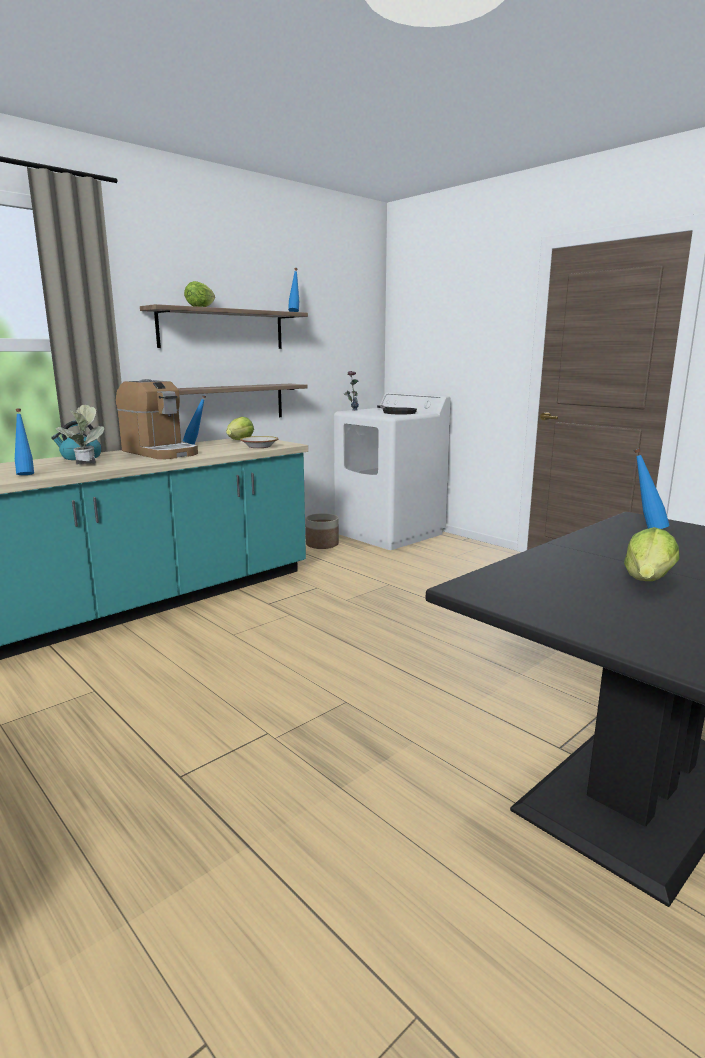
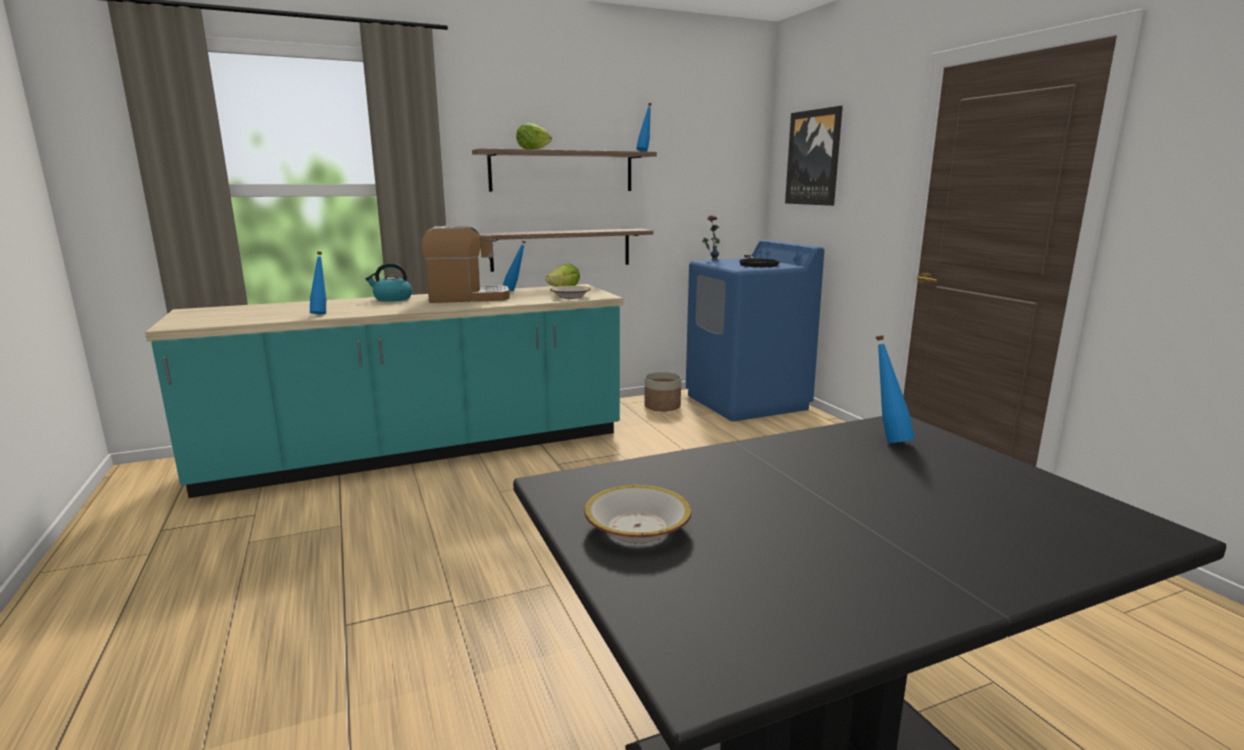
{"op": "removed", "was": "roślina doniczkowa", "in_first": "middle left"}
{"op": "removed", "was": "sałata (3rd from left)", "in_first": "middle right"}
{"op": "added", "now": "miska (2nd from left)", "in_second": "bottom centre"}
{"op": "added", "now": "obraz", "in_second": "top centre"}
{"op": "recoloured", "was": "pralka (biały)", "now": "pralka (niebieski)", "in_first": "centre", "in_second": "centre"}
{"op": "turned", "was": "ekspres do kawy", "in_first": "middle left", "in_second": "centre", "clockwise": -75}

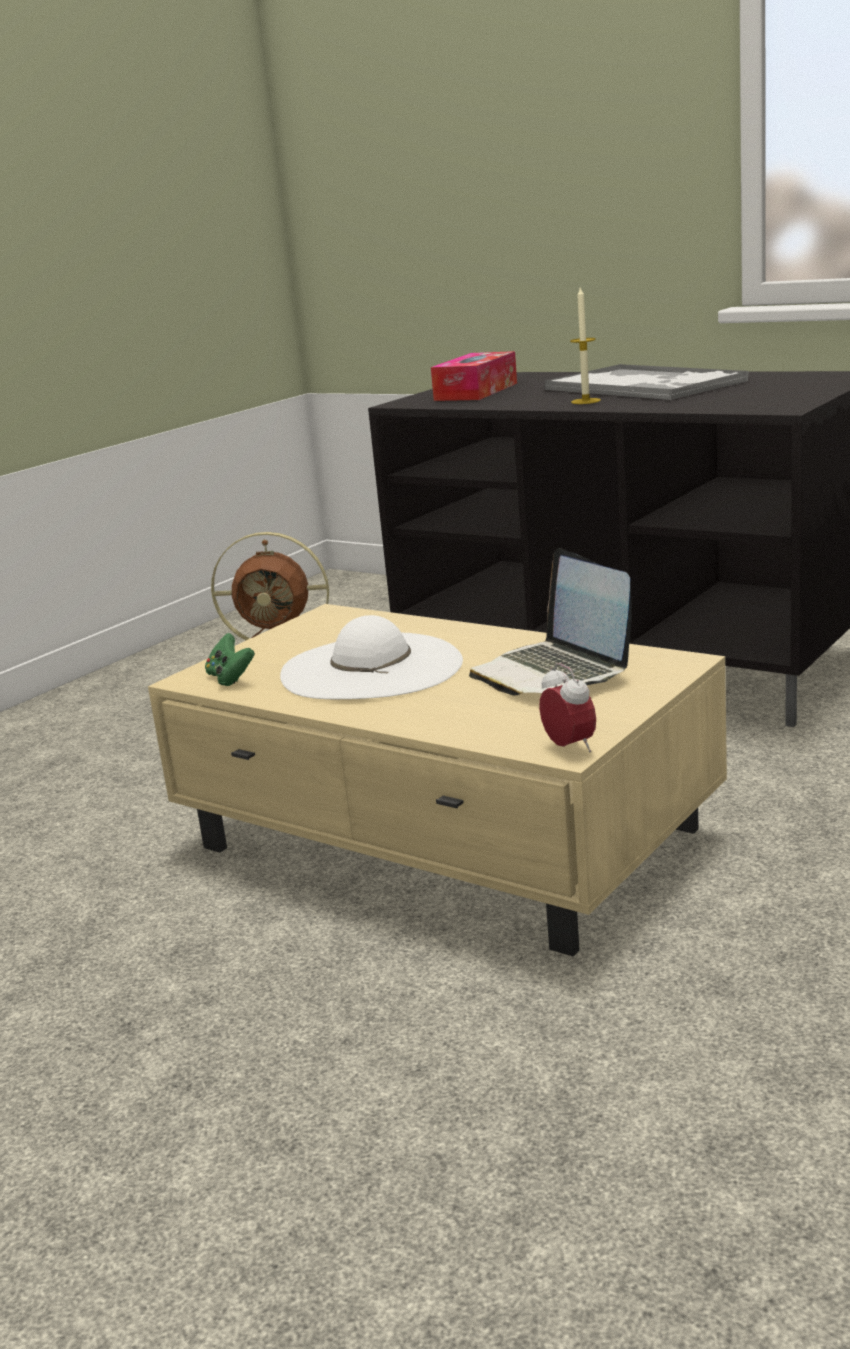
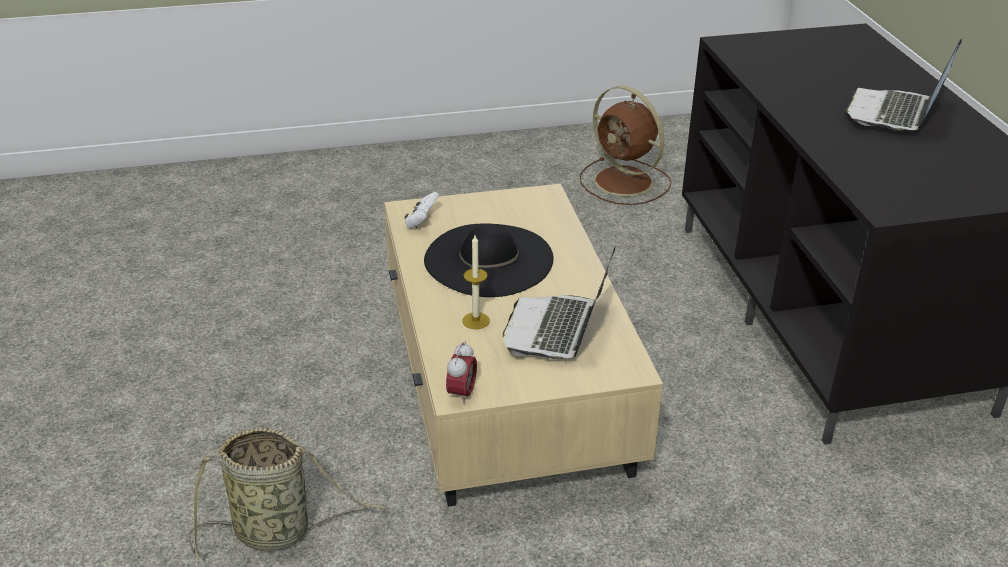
{"op": "removed", "was": "pudełko chusteczek", "in_first": "top centre"}
{"op": "added", "now": "koszyk", "in_second": "bottom left"}
{"op": "moved", "was": "świeca", "in_first": "top right", "in_second": "centre"}
{"op": "replaced", "was": "taca", "now": "laptop (2nd from left)", "in_first": "top right", "in_second": "top right"}
{"op": "recoloured", "was": "pad do gier (zielony)", "now": "pad do gier (biały)", "in_first": "middle left", "in_second": "centre"}
{"op": "recoloured", "was": "kapelusz (biały)", "now": "kapelusz (czarny)", "in_first": "centre", "in_second": "centre"}

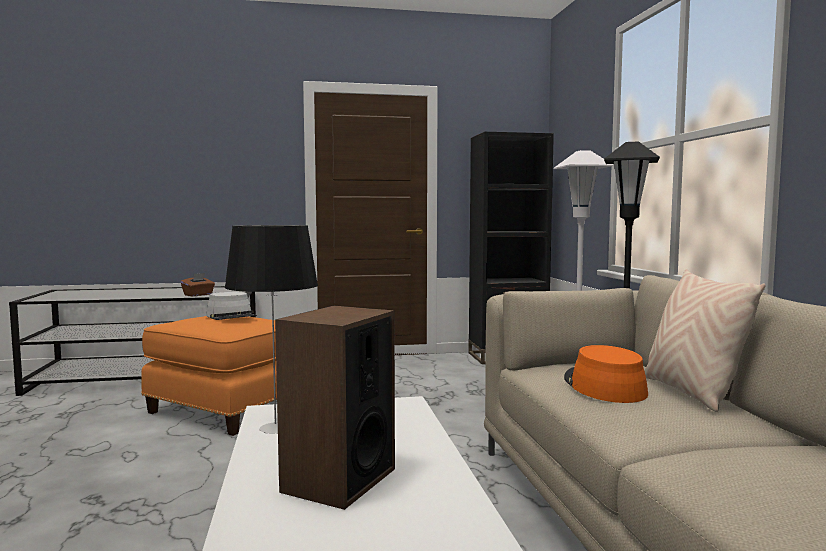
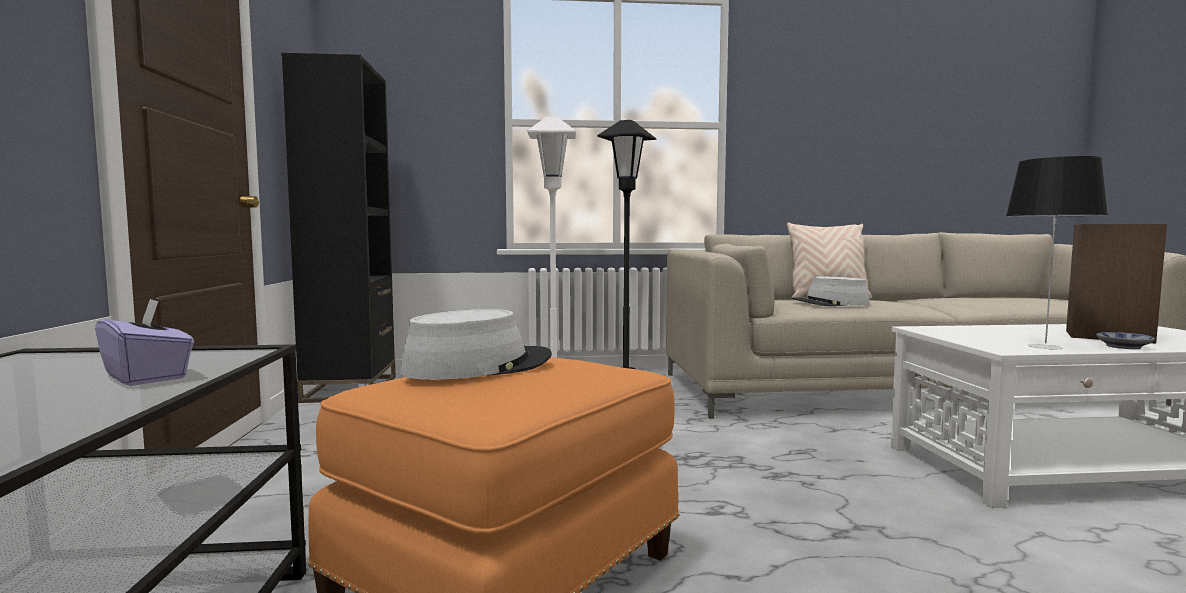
{"op": "added", "now": "miska", "in_second": "middle right"}
{"op": "recoloured", "was": "pudełko chusteczek (brązowy)", "now": "pudełko chusteczek (fioletowy)", "in_first": "middle left", "in_second": "middle left"}
{"op": "recoloured", "was": "kapelusz (pomarańczowy)", "now": "kapelusz (szary) (2nd from left)", "in_first": "bottom right", "in_second": "middle right"}

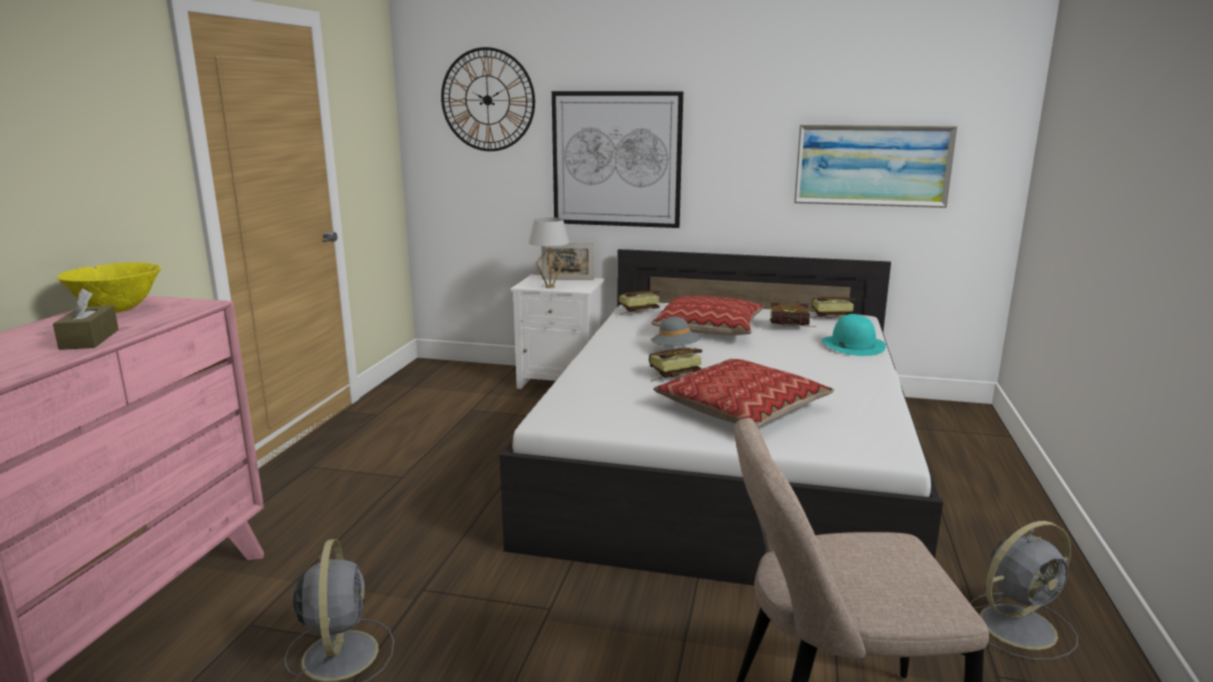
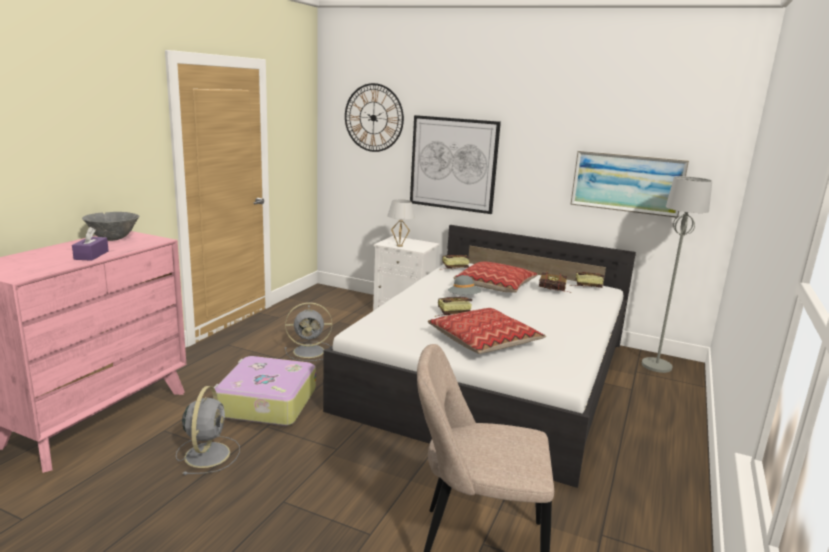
{"op": "removed", "was": "ramka na zdjęcie", "in_first": "centre"}
{"op": "removed", "was": "kapelusz (turkusowy)", "in_first": "middle right"}
{"op": "added", "now": "walizka", "in_second": "bottom left"}
{"op": "added", "now": "lampa stojąca (szary)", "in_second": "middle right"}
{"op": "moved", "was": "wentylator (szary) (2nd from left)", "in_first": "bottom right", "in_second": "centre"}
{"op": "recoloured", "was": "pudełko chusteczek (brązowy)", "now": "pudełko chusteczek (fioletowy)", "in_first": "middle left", "in_second": "middle left"}
{"op": "recoloured", "was": "miska (żółty)", "now": "miska (szary)", "in_first": "middle left", "in_second": "middle left"}

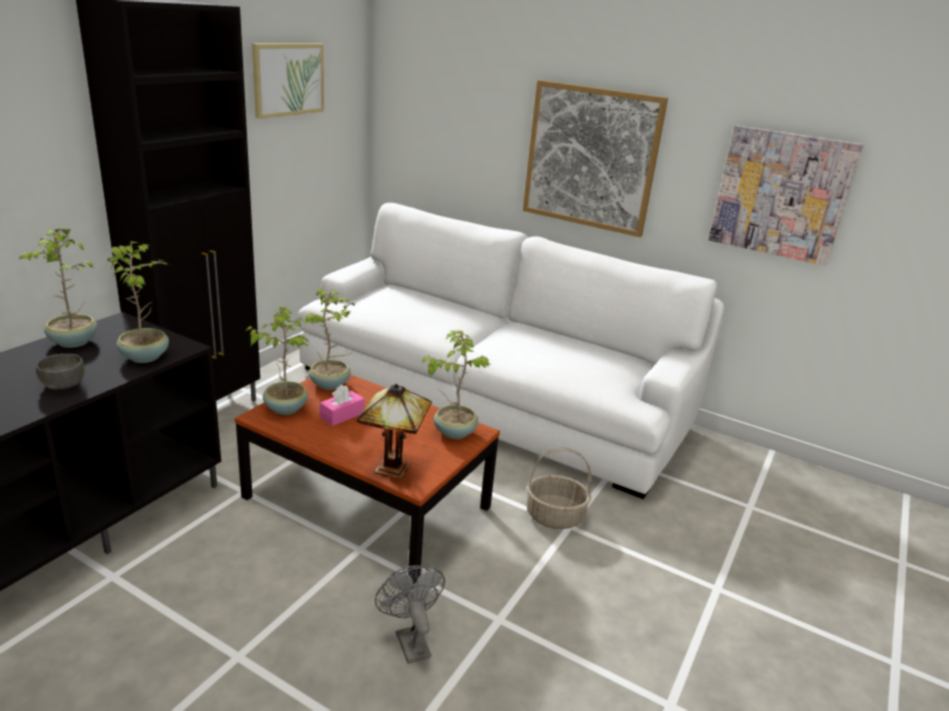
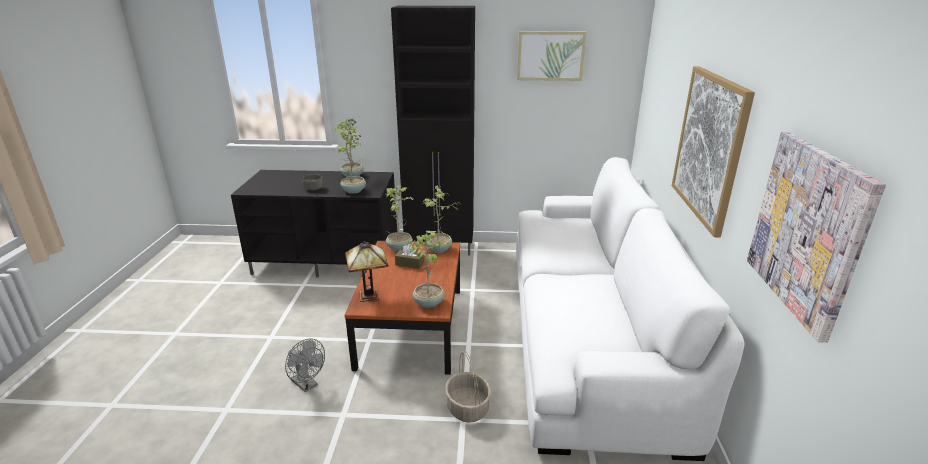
{"op": "recoloured", "was": "pudełko chusteczek (różowy)", "now": "pudełko chusteczek (brązowy)", "in_first": "centre", "in_second": "centre"}
{"op": "turned", "was": "wentylator (szary)", "in_first": "bottom centre", "in_second": "bottom left", "clockwise": 90}

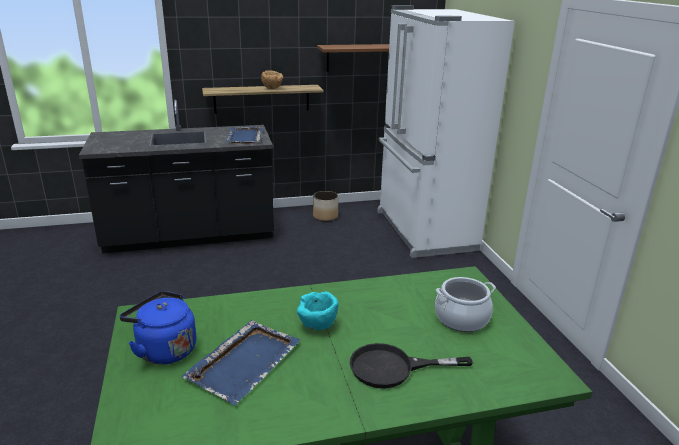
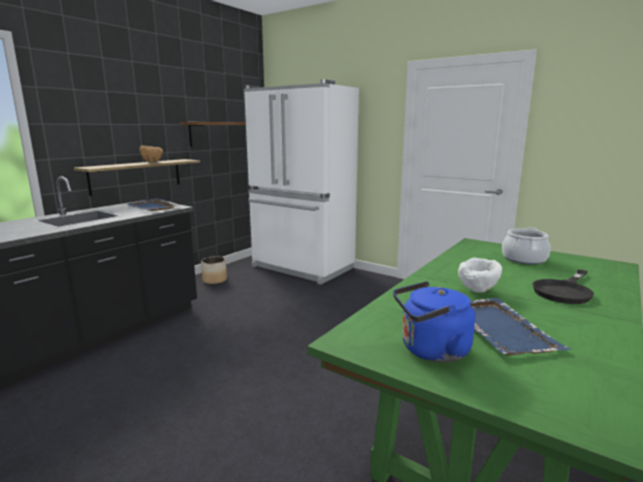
{"op": "recoloured", "was": "miska (turkusowy)", "now": "miska (biały)", "in_first": "bottom centre", "in_second": "middle right"}

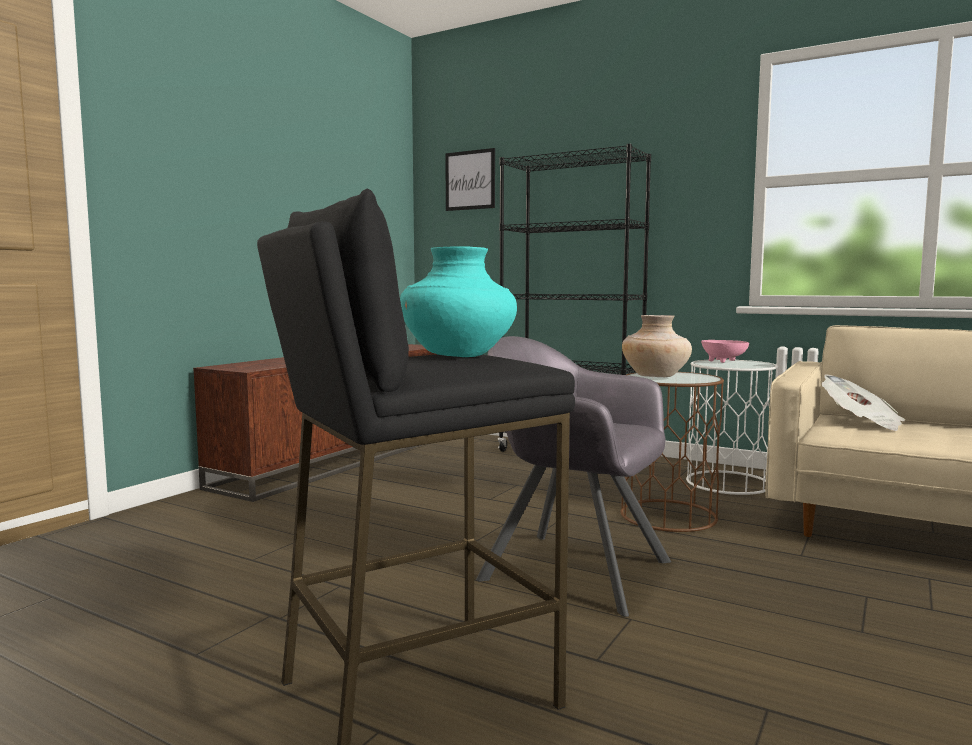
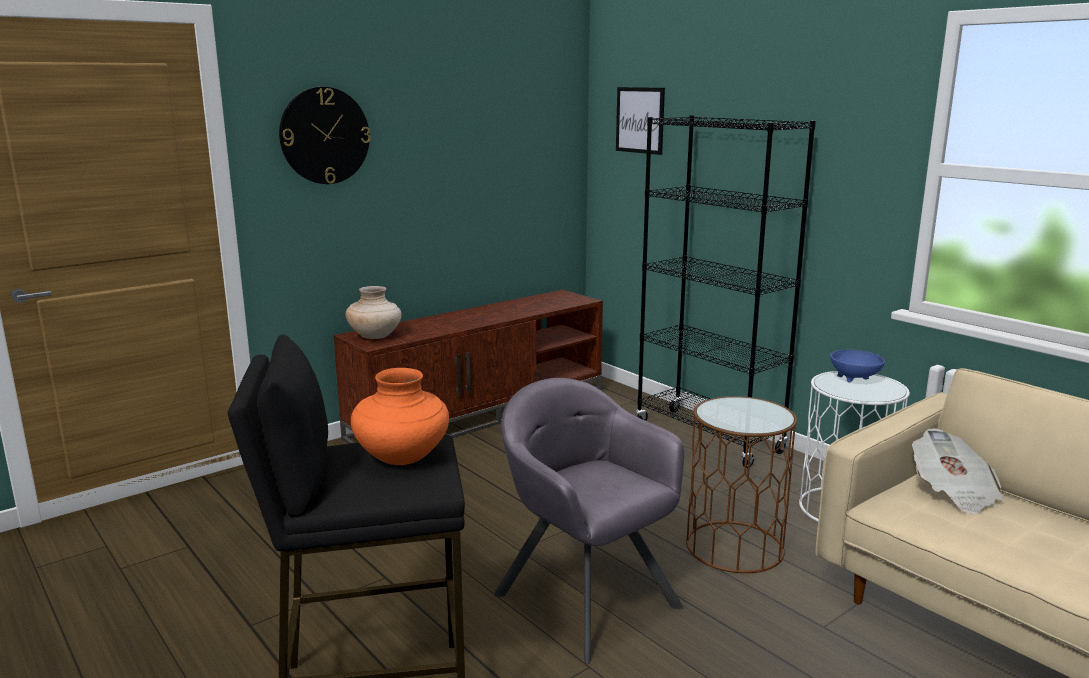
{"op": "added", "now": "zegar ścienny", "in_second": "top left"}
{"op": "moved", "was": "wazon (beżowy)", "in_first": "middle right", "in_second": "centre"}
{"op": "recoloured", "was": "wazon (turkusowy)", "now": "wazon (pomarańczowy)", "in_first": "centre", "in_second": "centre"}
{"op": "recoloured", "was": "miska (różowy)", "now": "miska (niebieski)", "in_first": "middle right", "in_second": "middle right"}

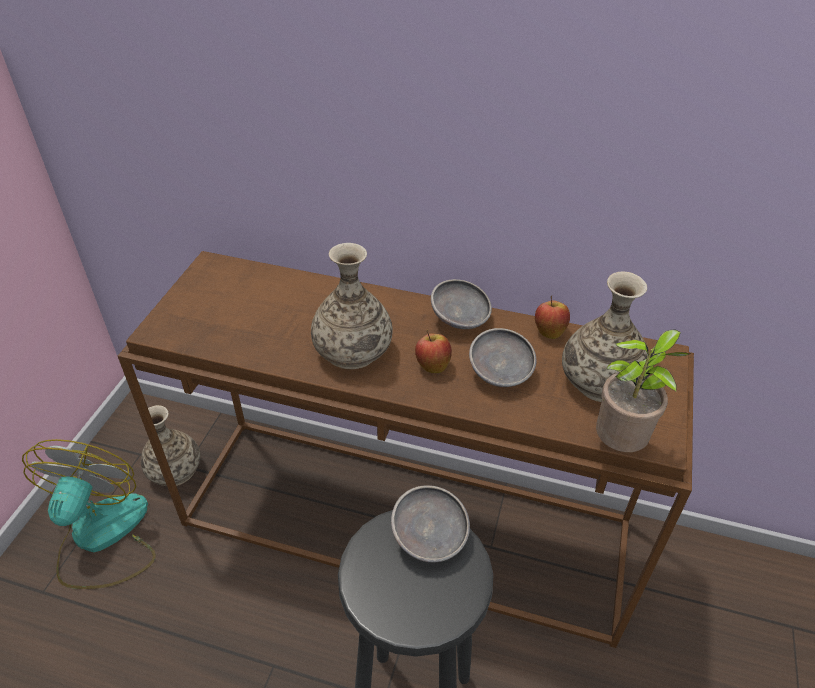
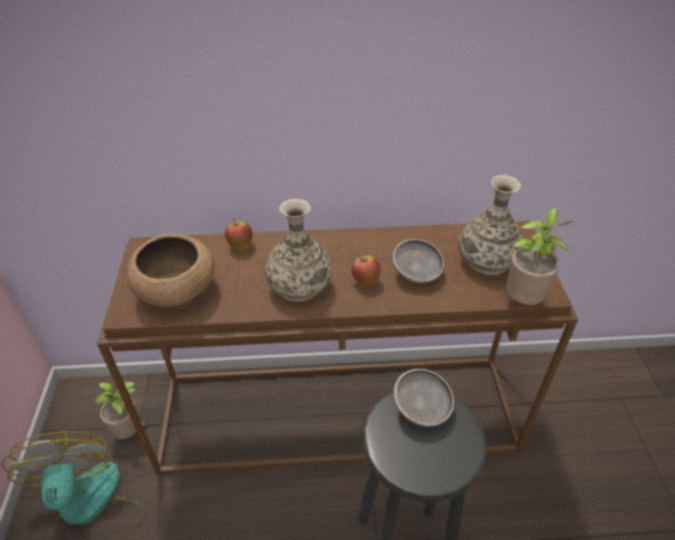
{"op": "removed", "was": "miska (szary) (2nd from left)", "in_first": "centre"}
{"op": "added", "now": "miska (brązowy)", "in_second": "middle left"}
{"op": "moved", "was": "jabłko (2nd from left in the first image)", "now": "jabłko (1st from left)", "in_first": "middle right", "in_second": "centre"}
{"op": "replaced", "was": "wazon (1st from left)", "now": "roślina doniczkowa (1st from left)", "in_first": "middle left", "in_second": "bottom left"}

